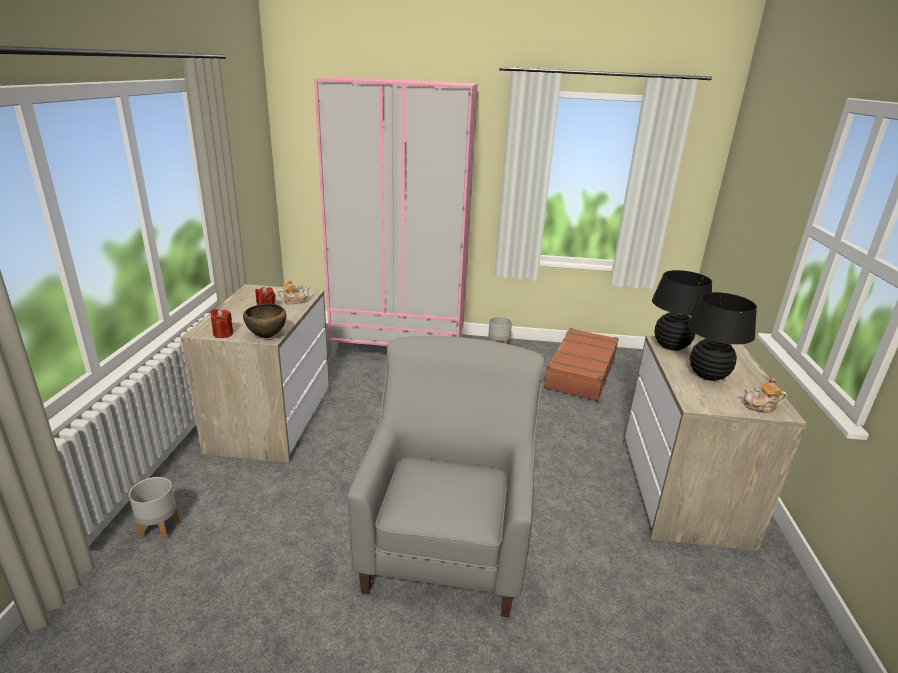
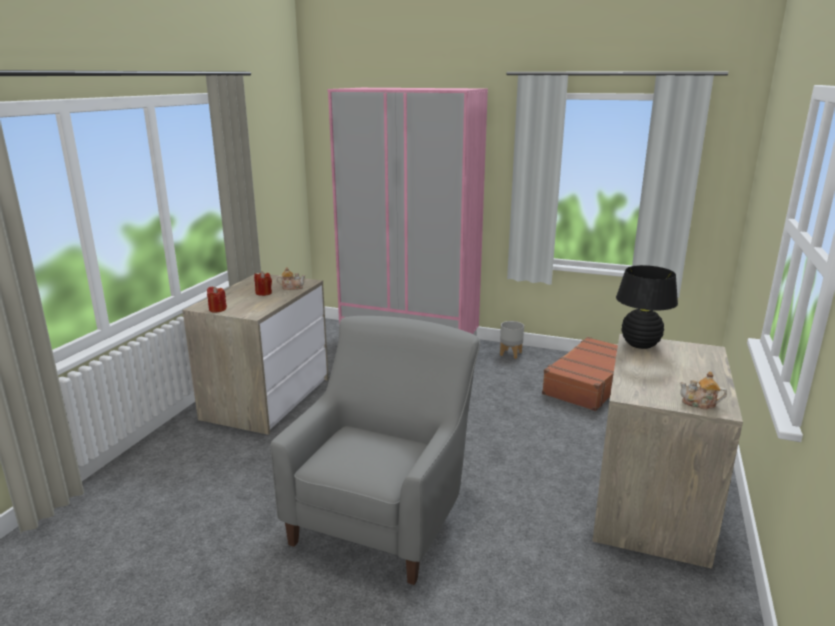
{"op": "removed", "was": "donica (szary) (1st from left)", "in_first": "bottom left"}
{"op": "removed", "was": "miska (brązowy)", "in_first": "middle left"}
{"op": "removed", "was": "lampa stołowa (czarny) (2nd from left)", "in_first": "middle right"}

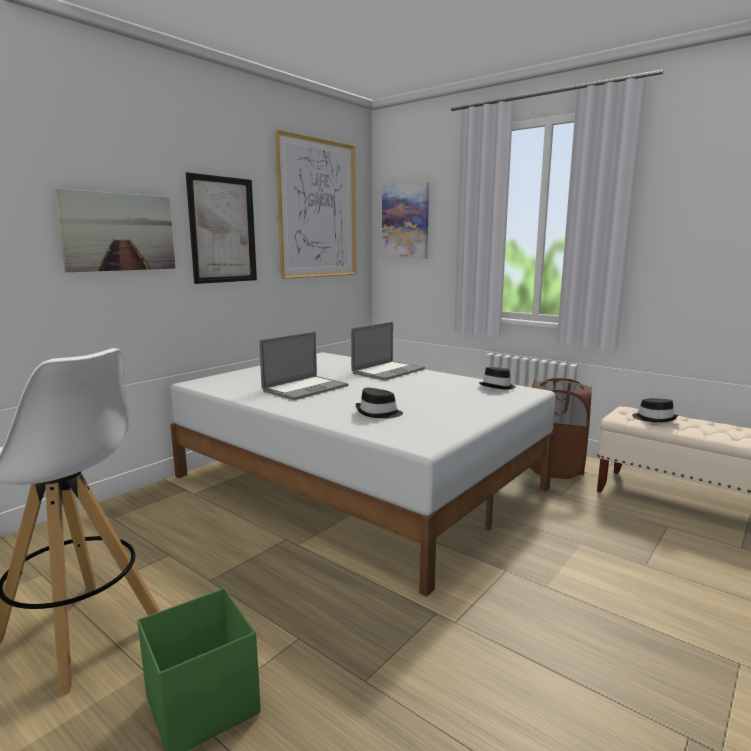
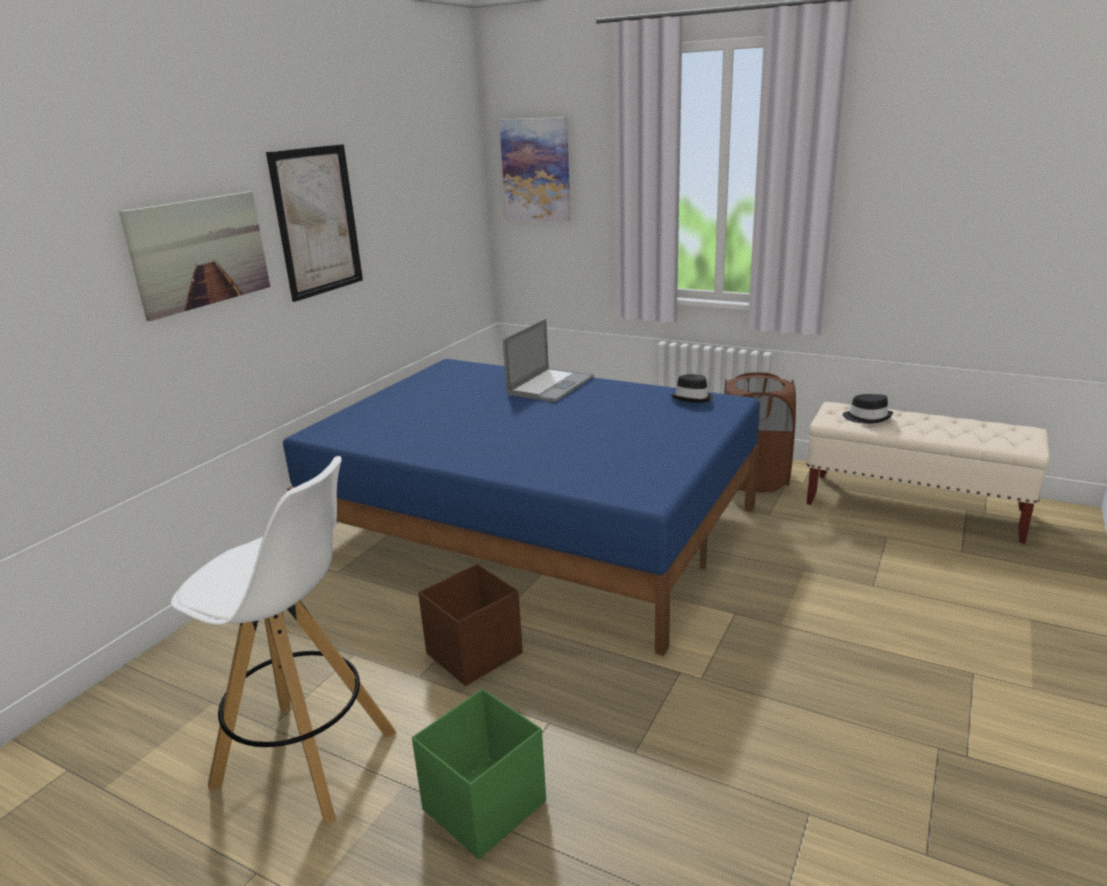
{"op": "removed", "was": "laptop (1st from left)", "in_first": "centre"}
{"op": "removed", "was": "obraz (3rd from left)", "in_first": "top centre"}
{"op": "removed", "was": "kapelusz (czarny) (1st from left)", "in_first": "centre"}
{"op": "added", "now": "pojemnik do przechowywania (brązowy)", "in_second": "bottom centre"}
{"op": "recoloured", "was": "łóżko (biały)", "now": "łóżko (niebieski)", "in_first": "centre", "in_second": "centre"}

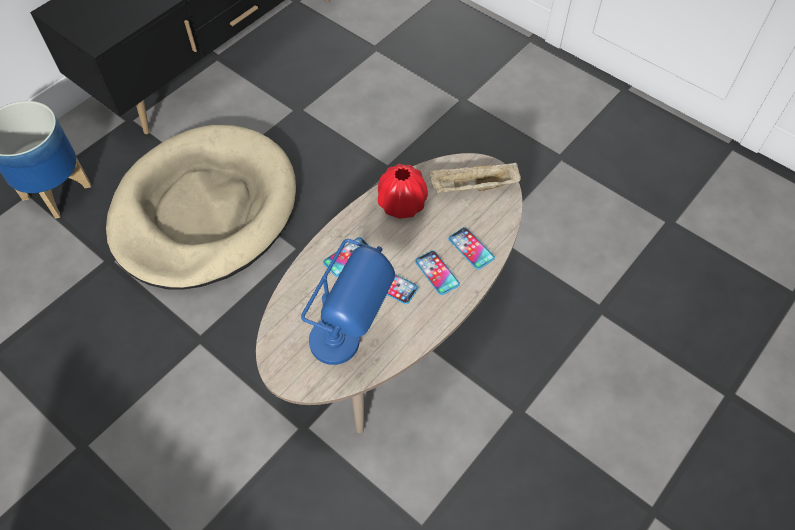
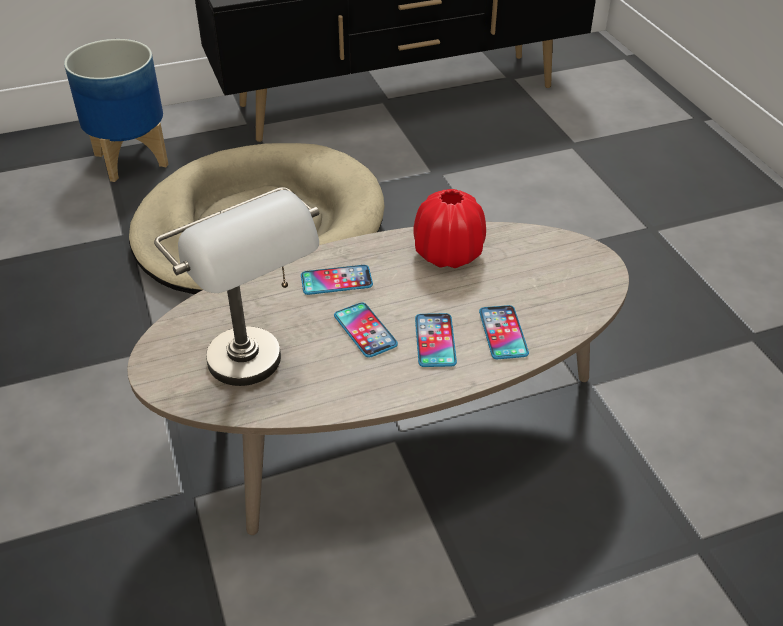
{"op": "removed", "was": "taca (beżowy)", "in_first": "centre"}
{"op": "recoloured", "was": "lampa stołowa (niebieski)", "now": "lampa stołowa (szary)", "in_first": "centre", "in_second": "middle left"}

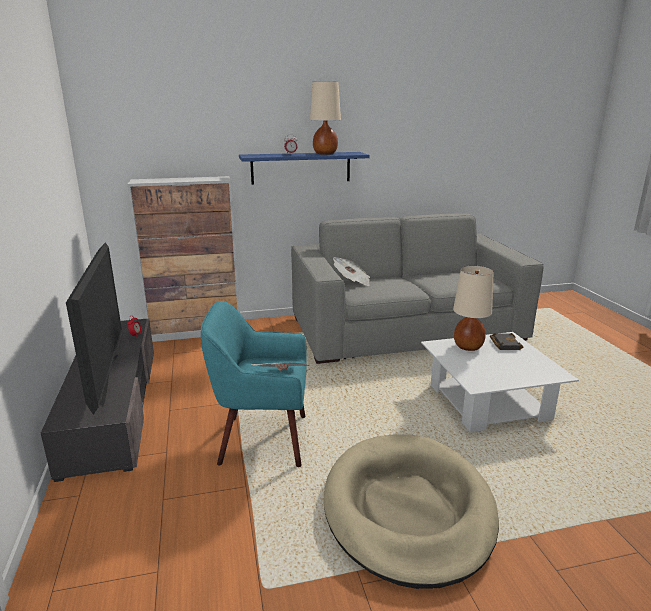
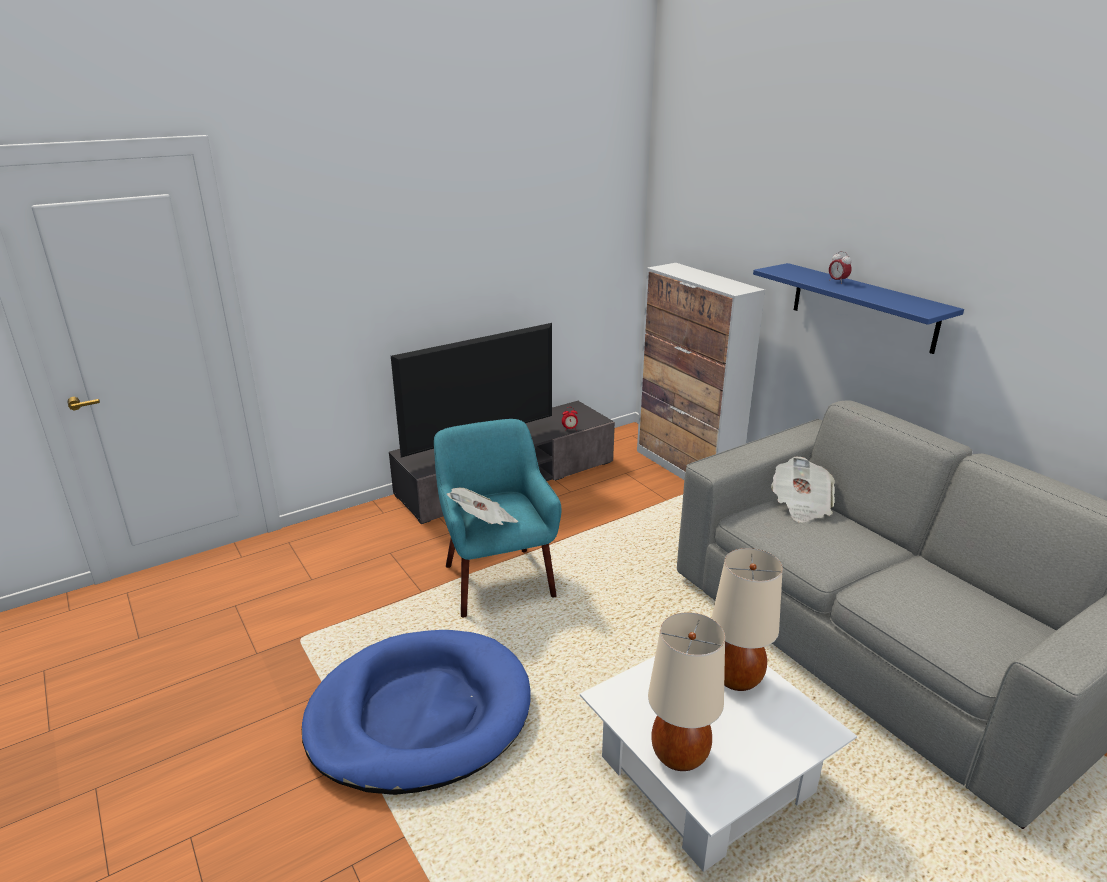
{"op": "removed", "was": "książka (czarny)", "in_first": "middle right"}
{"op": "moved", "was": "lampa stołowa (beżowy) (1st from left)", "in_first": "top centre", "in_second": "bottom centre"}
{"op": "recoloured", "was": "legowisko (beżowy)", "now": "legowisko (niebieski)", "in_first": "bottom centre", "in_second": "bottom centre"}

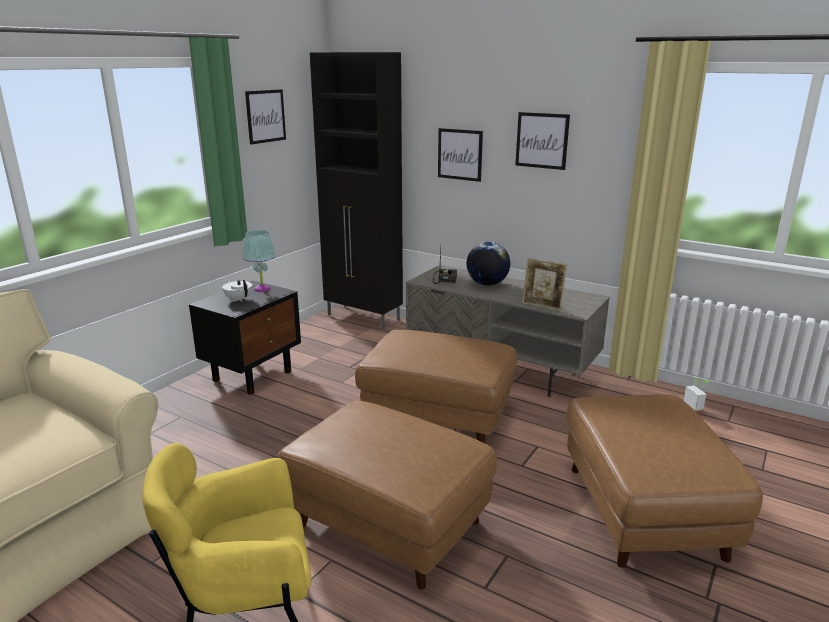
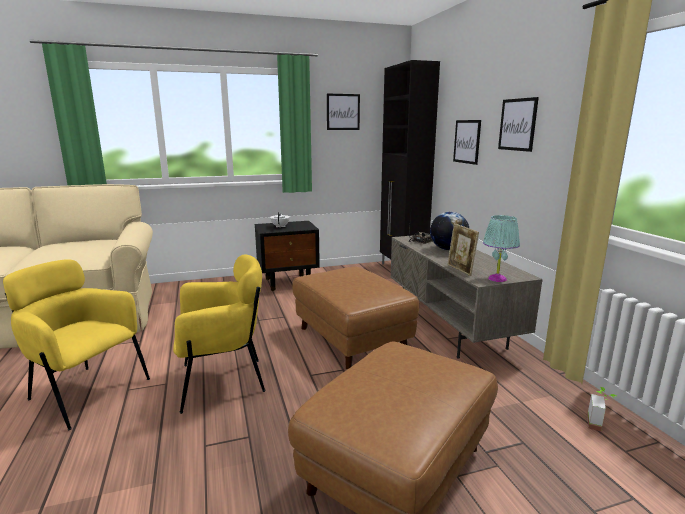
{"op": "moved", "was": "lampa stołowa (turkusowy)", "in_first": "middle left", "in_second": "middle right"}
{"op": "replaced", "was": "pufa (brązowy) (1st from left)", "now": "fotel (żółty) (2nd from left)", "in_first": "bottom centre", "in_second": "middle left"}

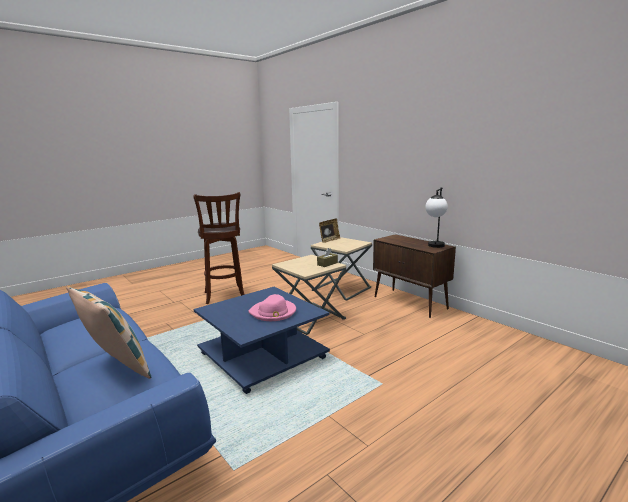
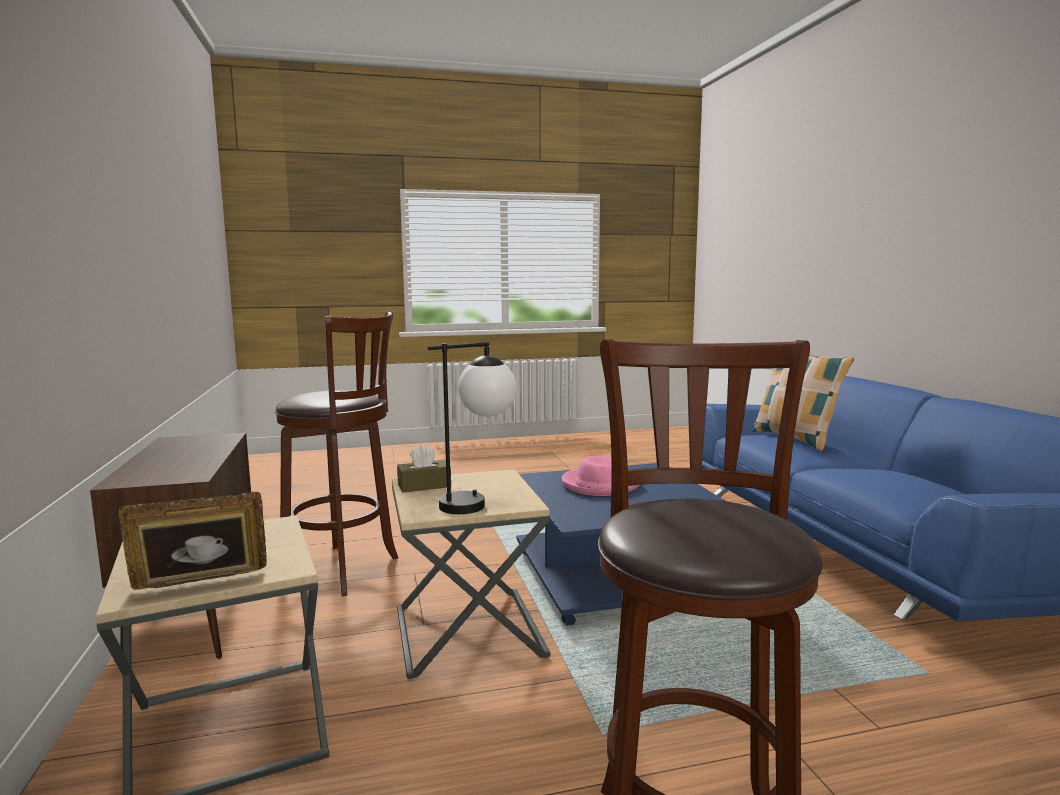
{"op": "added", "now": "stołek (brązowy) (1st from left)", "in_second": "middle left"}
{"op": "moved", "was": "lampa stołowa", "in_first": "middle right", "in_second": "centre"}

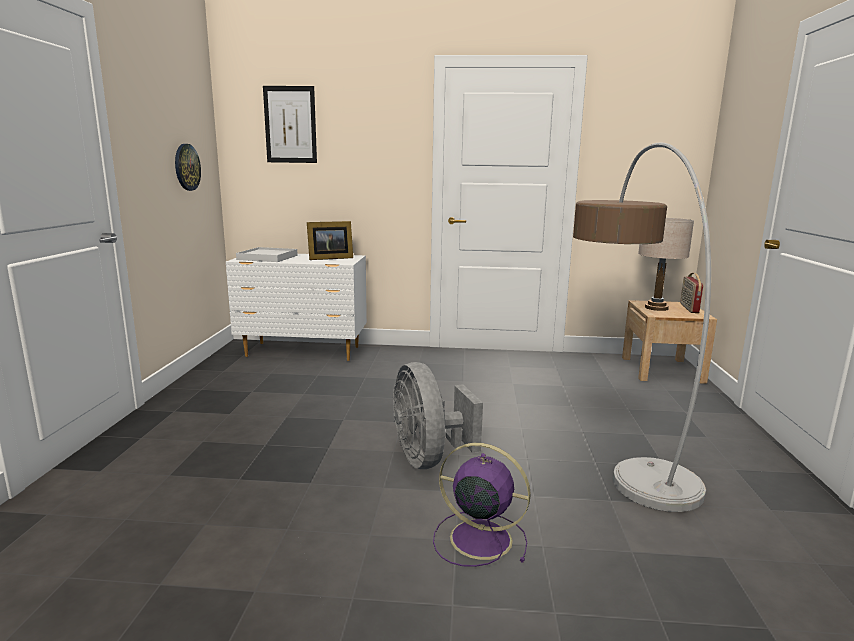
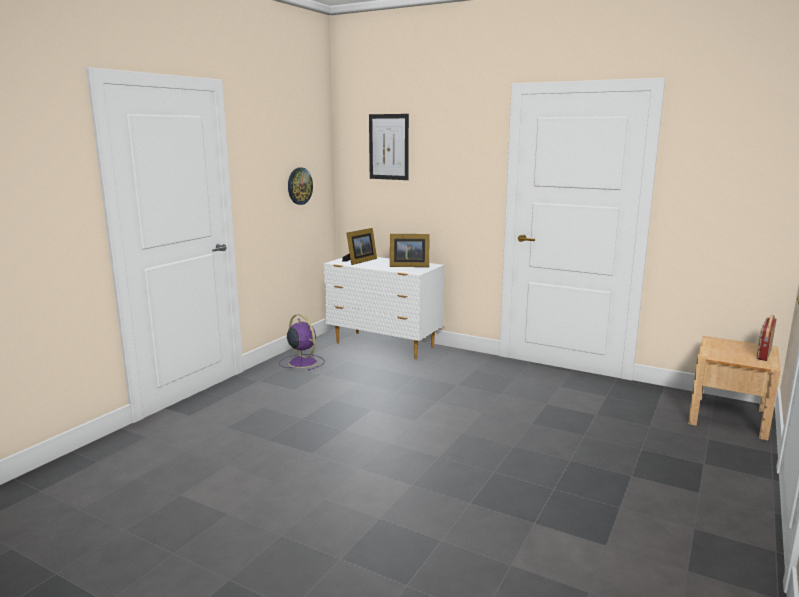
{"op": "removed", "was": "wentylator (szary)", "in_first": "centre"}
{"op": "removed", "was": "lampa stojąca", "in_first": "middle right"}
{"op": "removed", "was": "lampa stołowa (beżowy)", "in_first": "middle right"}
{"op": "moved", "was": "wentylator (fioletowy)", "in_first": "bottom centre", "in_second": "centre"}
{"op": "replaced", "was": "taca (biały)", "now": "ramka na zdjęcie (1st from left)", "in_first": "middle left", "in_second": "centre"}

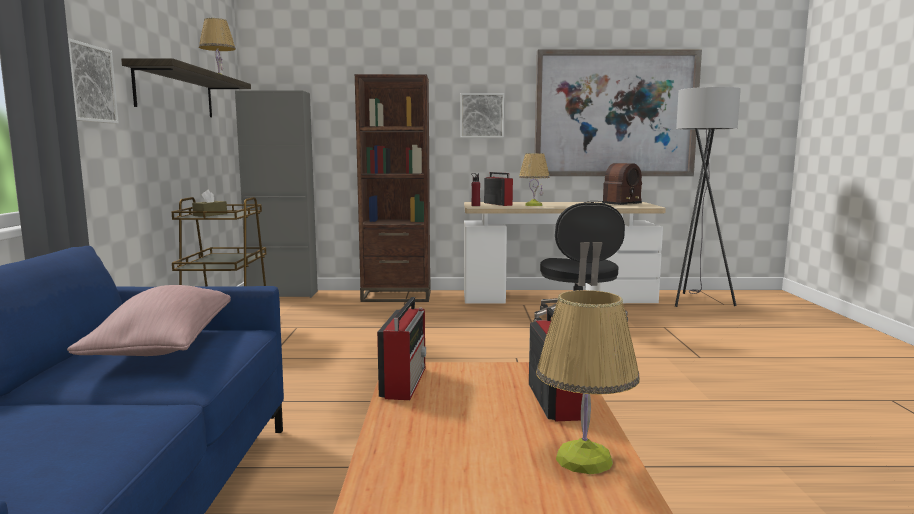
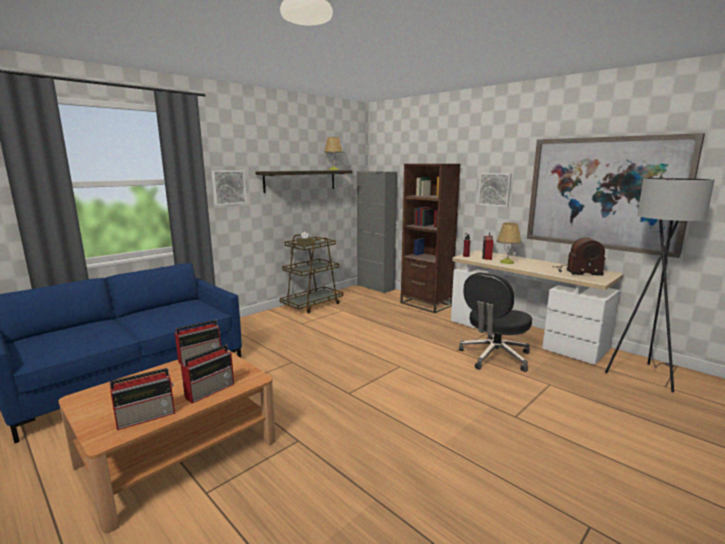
{"op": "removed", "was": "poduszka (różowy)", "in_first": "middle left"}
{"op": "replaced", "was": "lampa stołowa (3rd from left)", "now": "radio (1st from left)", "in_first": "bottom centre", "in_second": "bottom left"}

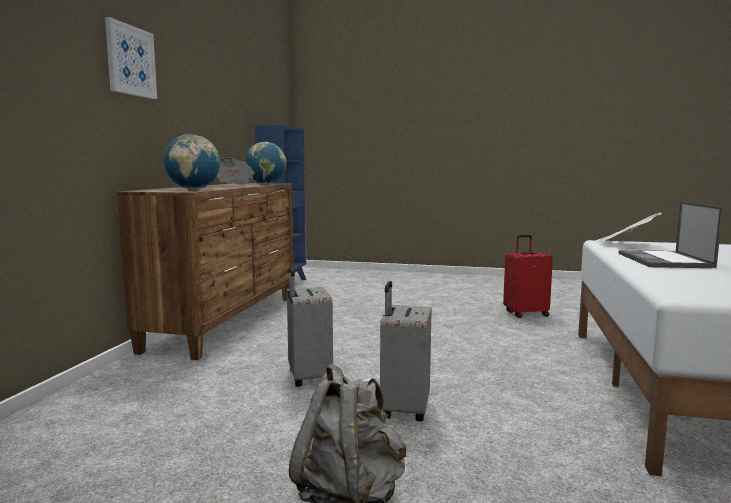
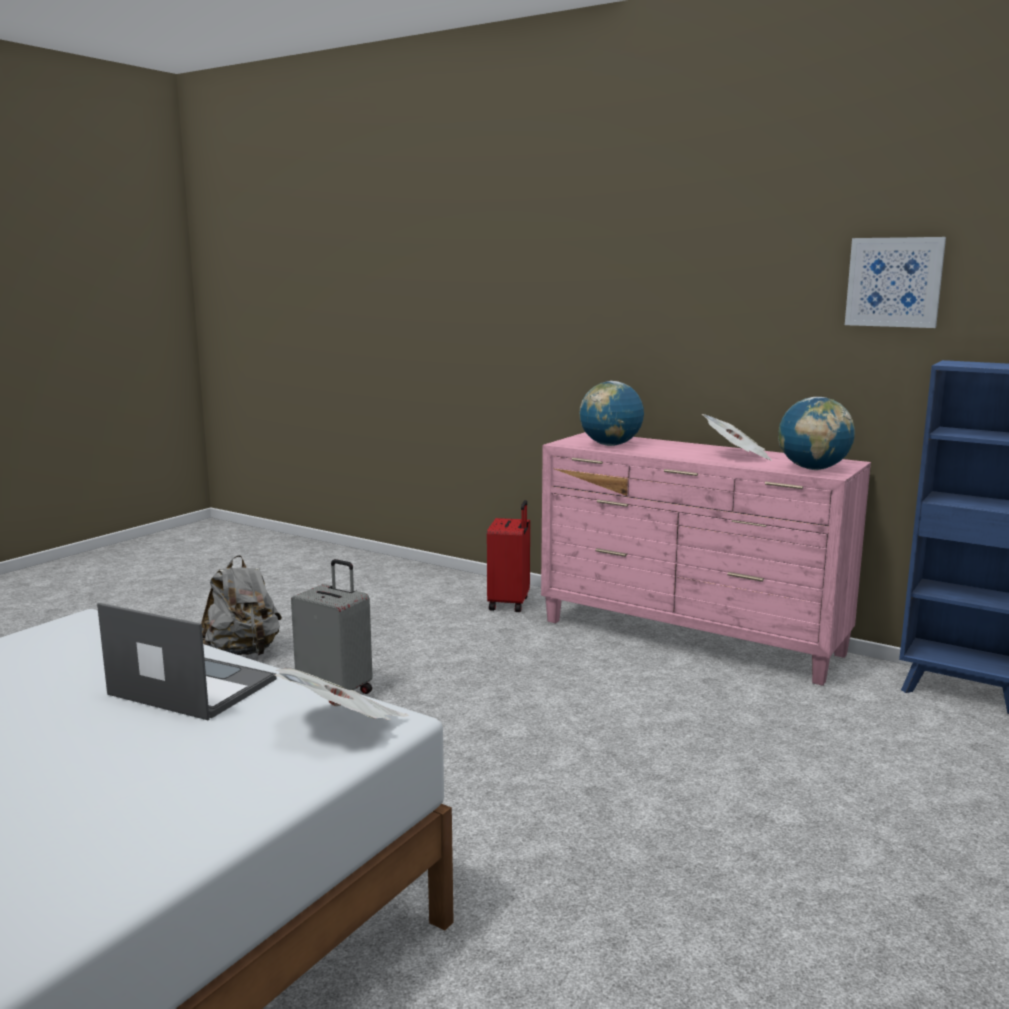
{"op": "removed", "was": "walizka (szary) (1st from left)", "in_first": "centre"}
{"op": "moved", "was": "obraz", "in_first": "top left", "in_second": "top right"}
{"op": "moved", "was": "walizka (czerwony)", "in_first": "middle right", "in_second": "centre"}
{"op": "recoloured", "was": "komoda (brązowy)", "now": "komoda (różowy)", "in_first": "middle left", "in_second": "middle right"}

